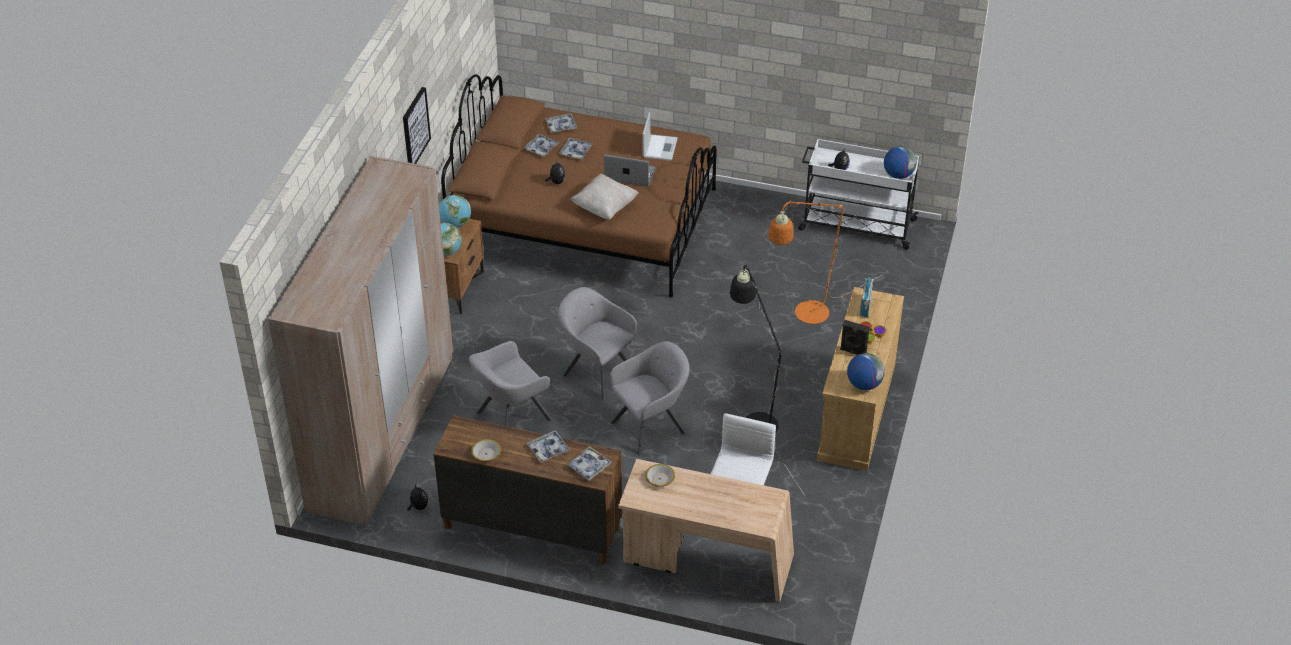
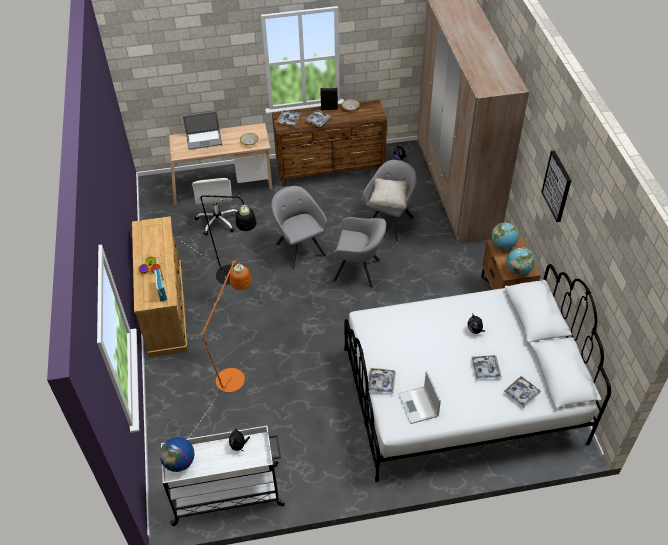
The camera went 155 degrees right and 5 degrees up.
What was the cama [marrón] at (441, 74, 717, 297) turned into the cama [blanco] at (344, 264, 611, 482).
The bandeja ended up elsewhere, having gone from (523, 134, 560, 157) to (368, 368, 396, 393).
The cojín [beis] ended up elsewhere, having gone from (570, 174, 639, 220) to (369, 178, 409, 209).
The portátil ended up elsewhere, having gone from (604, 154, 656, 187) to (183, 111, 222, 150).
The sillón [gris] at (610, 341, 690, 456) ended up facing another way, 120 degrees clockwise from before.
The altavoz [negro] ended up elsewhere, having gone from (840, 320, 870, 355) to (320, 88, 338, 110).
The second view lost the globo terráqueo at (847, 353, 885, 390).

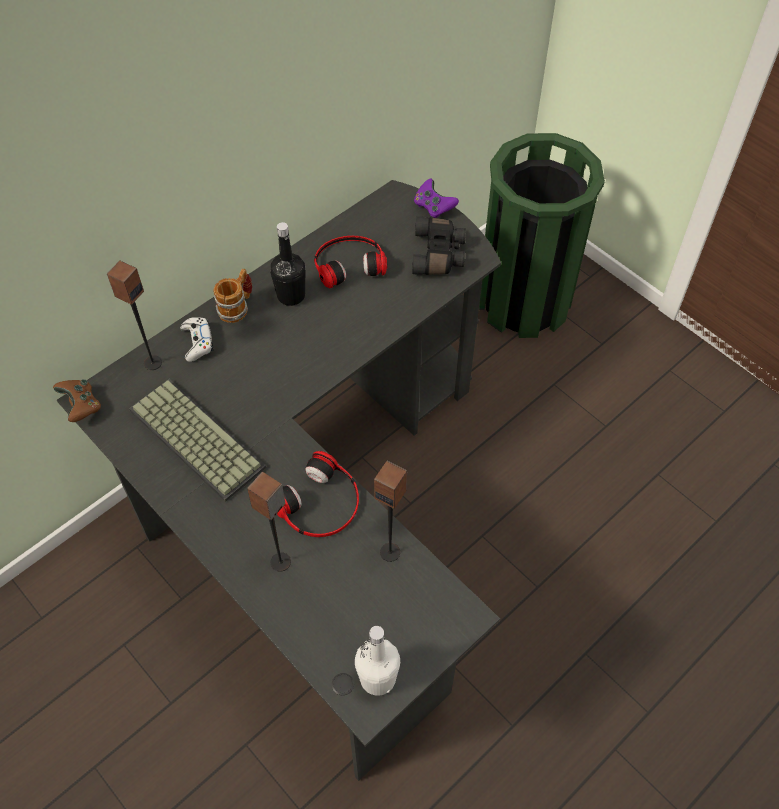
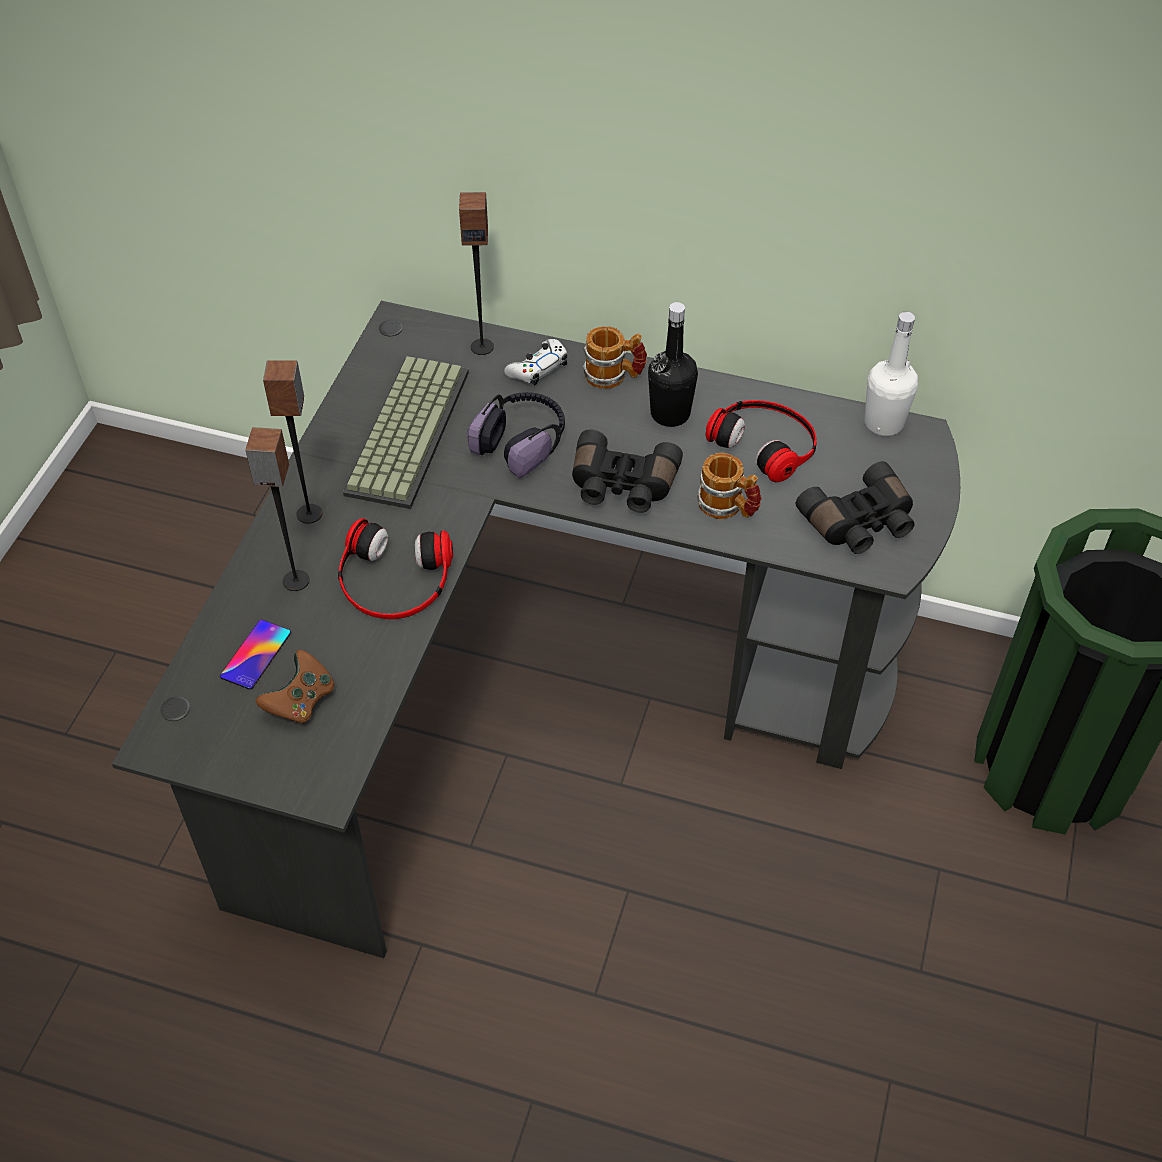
The camera went 60 degrees right and 5 degrees down.
The mando de consola [marrón] ended up elsewhere, having gone from (53, 379, 101, 422) to (256, 650, 335, 724).
The botella [blanco] ended up elsewhere, having gone from (355, 626, 400, 696) to (864, 312, 918, 436).
The altavoz ended up elsewhere, having gone from (374, 461, 407, 562) to (263, 360, 322, 524).
The second view lost the mando de consola [morado] at (414, 179, 459, 218).
The second view gained the móvil at (220, 620, 291, 689).
The second view gained the auriculares at (467, 392, 565, 478).
The second view gained the prismáticos [negro] at (572, 430, 683, 513).
The second view gained the taza grande at (698, 453, 761, 519).

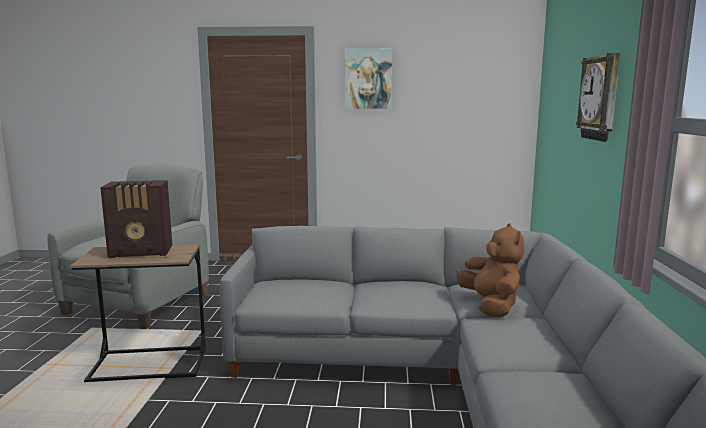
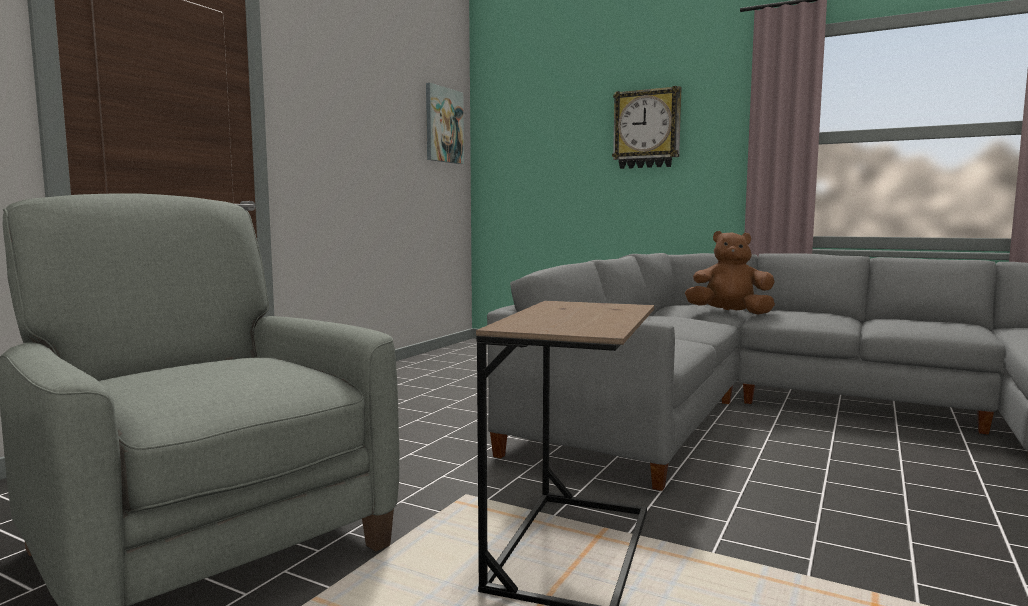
The camera went 65 degrees left and 5 degrees down.
The second view lost the radio at (100, 180, 172, 258).
The cuadro ended up elsewhere, having gone from (345, 48, 392, 109) to (426, 83, 464, 164).

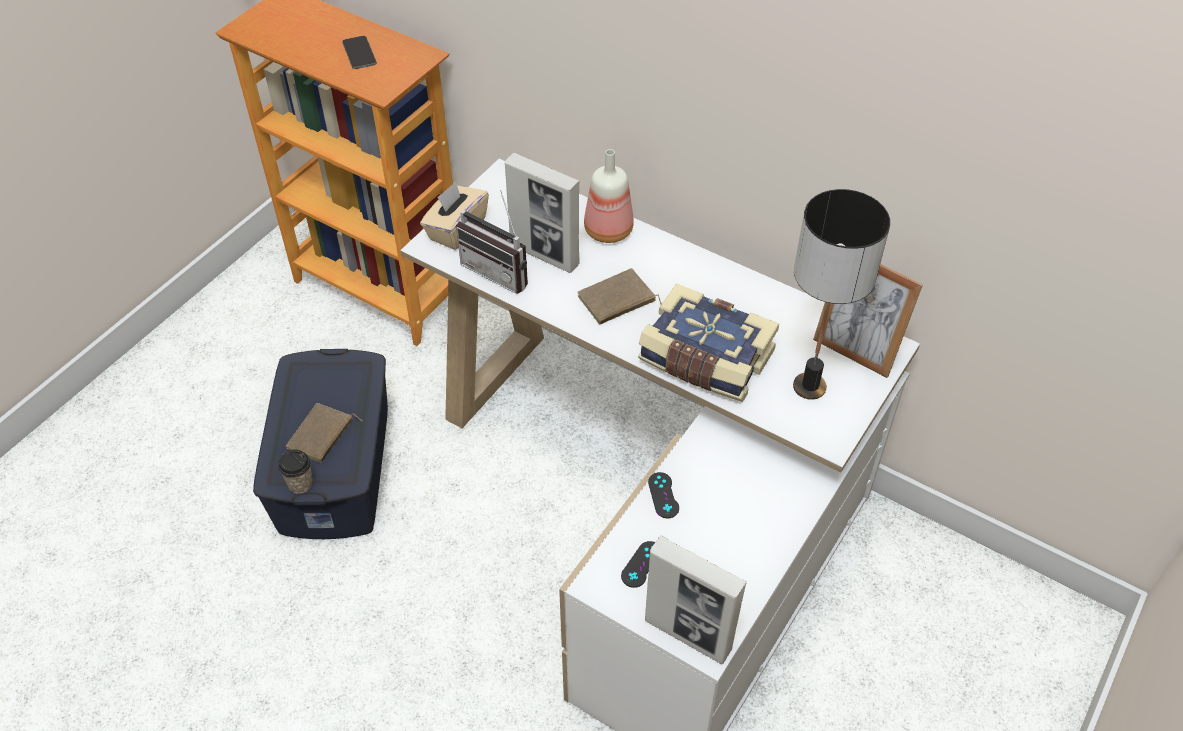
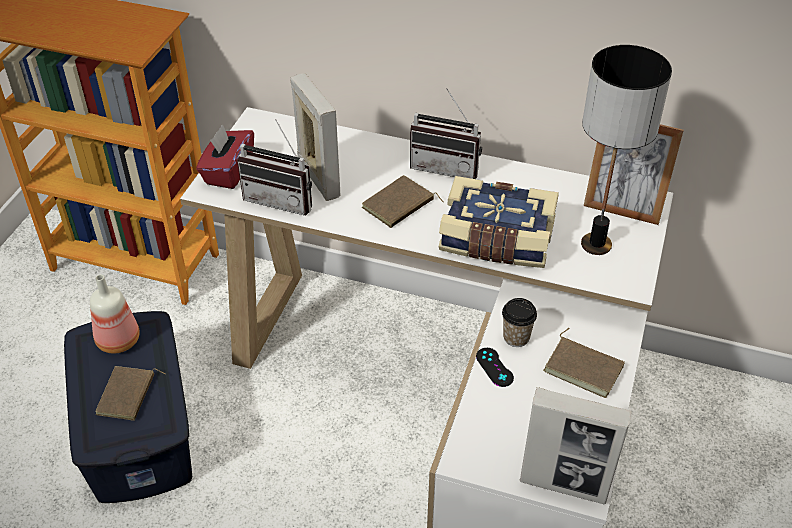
The camera went 15 degrees left and 5 degrees down.
The taza ended up elsewhere, having gone from (278, 450, 313, 494) to (502, 298, 537, 347).
The second view lost the móvil at (342, 36, 377, 69).
What was the caja de pañuelos [beis] at (420, 181, 489, 250) turned into the caja de pañuelos [rojo] at (196, 124, 254, 189).
The portarretratos at (505, 153, 580, 273) ended up facing another way, 135 degrees counterclockwise from before.
The botella ended up elsewhere, having gone from (584, 149, 634, 243) to (90, 275, 140, 354).
The second view lost the mando de consola [negro] at (621, 541, 655, 588).
The second view gained the radio at (410, 88, 482, 179).
The second view gained the libro [marrón] at (543, 328, 625, 398).

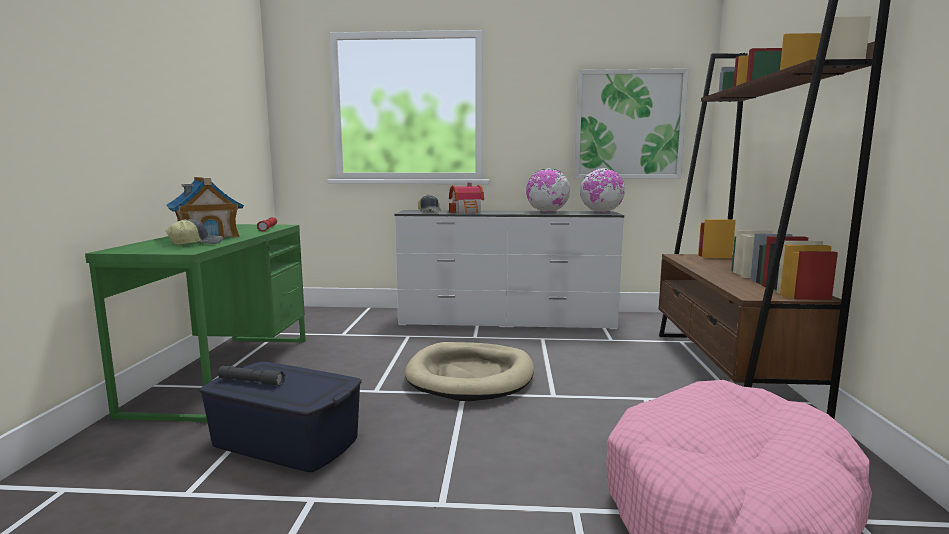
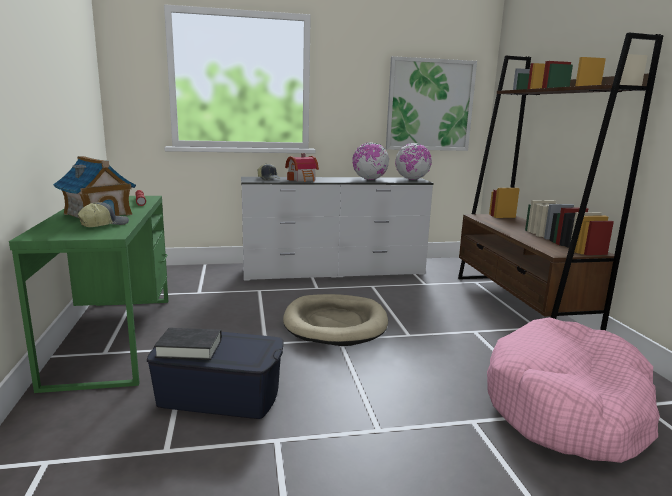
The camera went 15 degrees left and 5 degrees up.
Where the linterna [gris] stood at (218, 366, 285, 386), the libro [negro] came to stand at (154, 328, 222, 360).

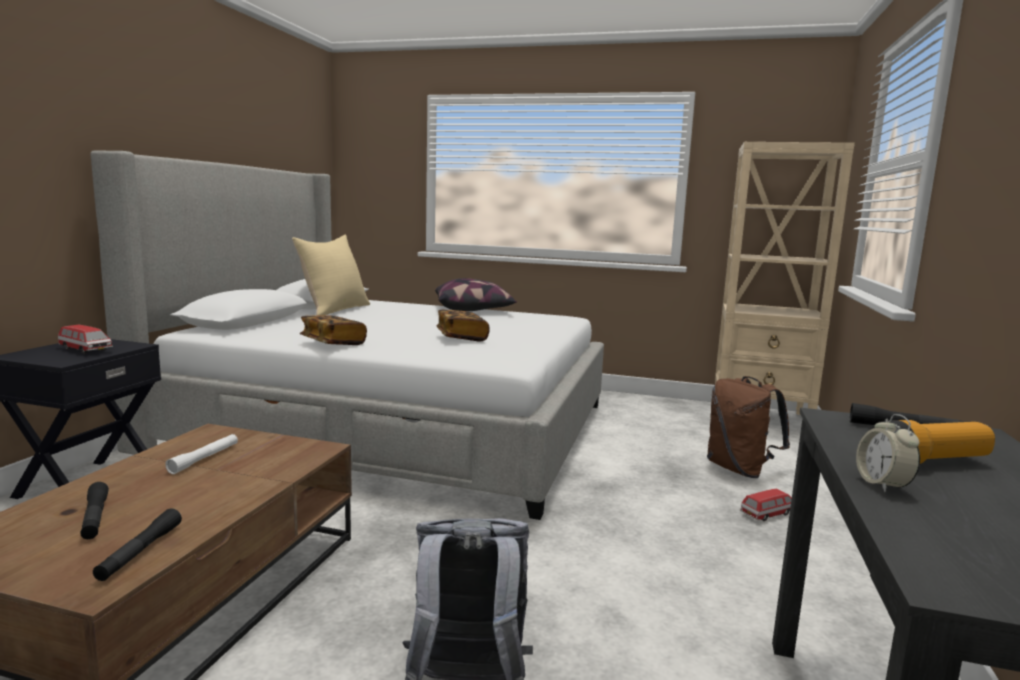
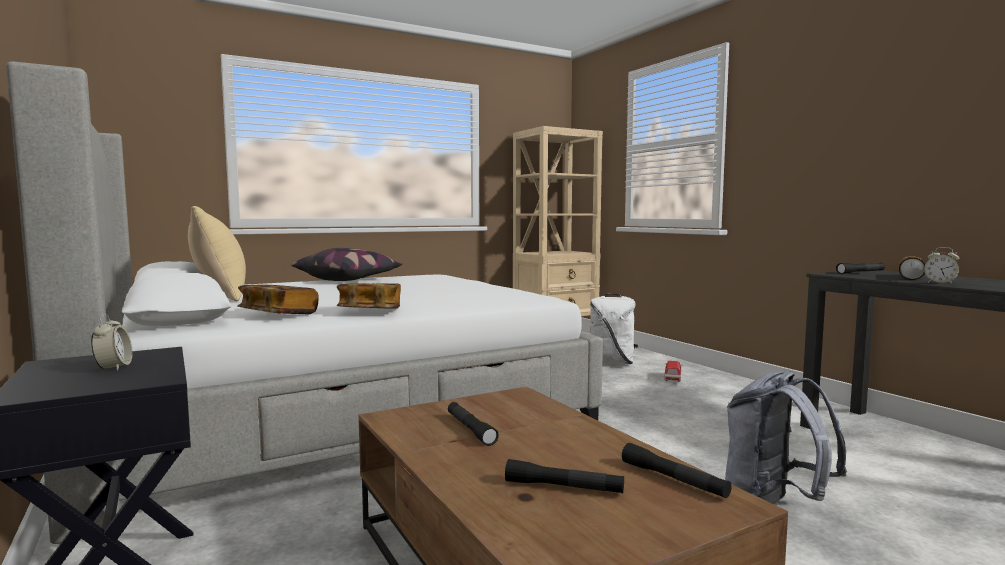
The camera went 45 degrees left and 5 degrees down.
Where the coche de juguete stood at (58, 325, 113, 354), the despertador came to stand at (91, 314, 132, 371).
What was the linterna [blanco] at (165, 434, 238, 474) turned into the linterna [negro] at (448, 402, 499, 446).
The libro ended up elsewhere, having gone from (437, 310, 490, 342) to (237, 285, 319, 314).
What was the mochila [marrón] at (707, 376, 790, 478) turned into the mochila [blanco] at (590, 293, 638, 365).

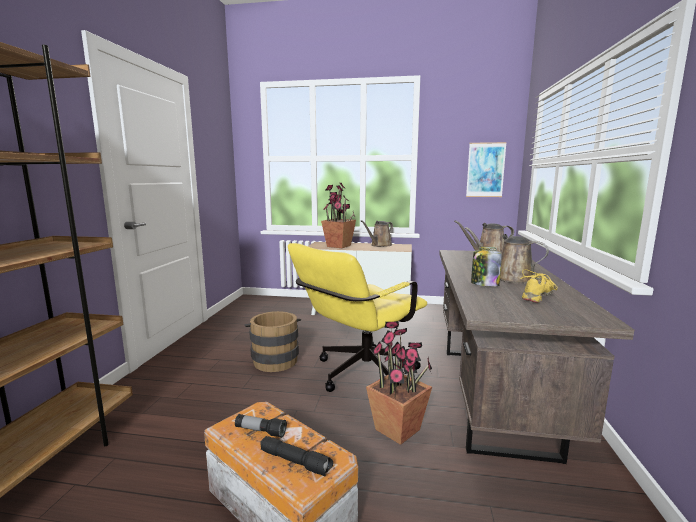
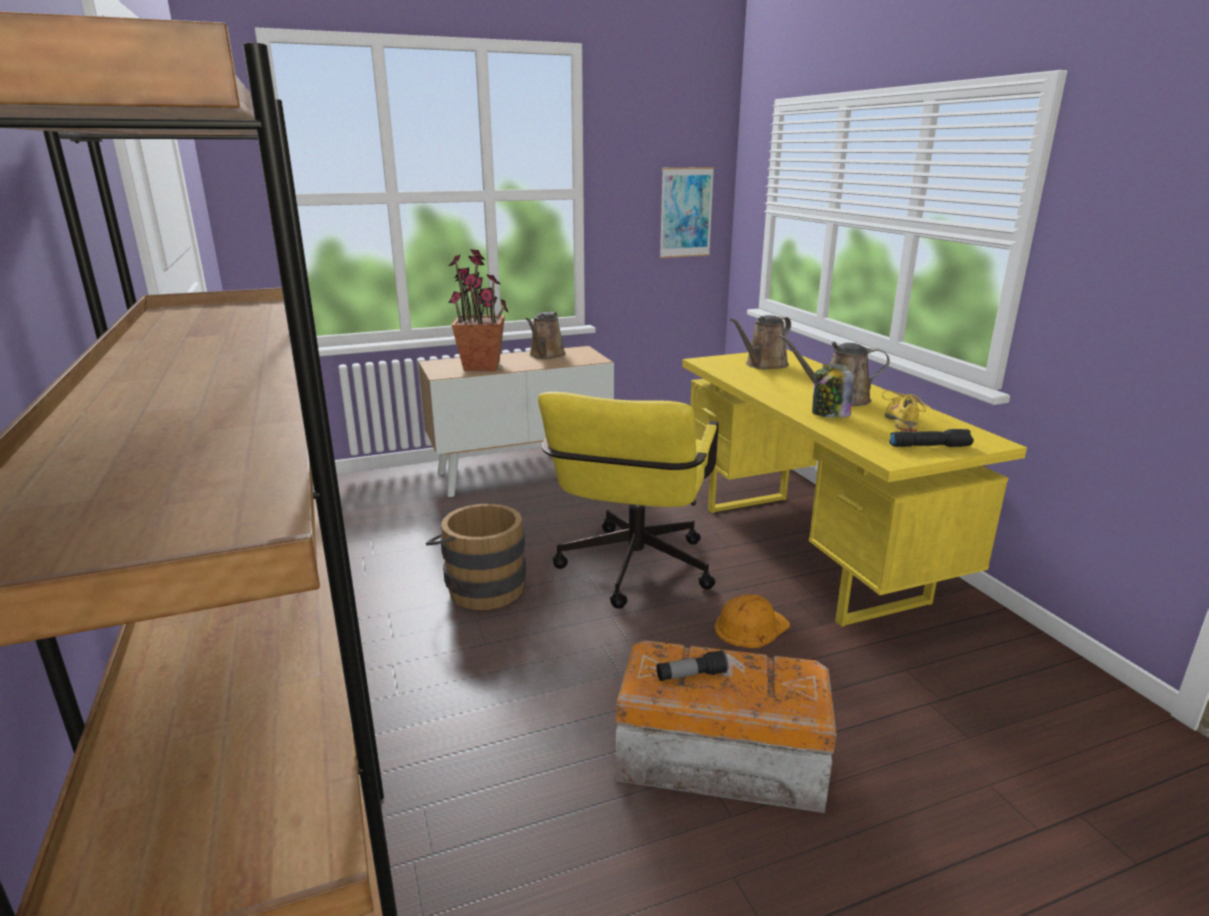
The camera went 30 degrees left and 10 degrees up.
The linterna [negro] ended up elsewhere, having gone from (260, 436, 333, 476) to (889, 429, 974, 447).
Where the planta en maceta stood at (366, 321, 432, 445), the casco [naranja] came to stand at (715, 595, 790, 648).
What was the escritorio [marrón] at (439, 250, 634, 464) turned into the escritorio [amarillo] at (682, 349, 1027, 627).

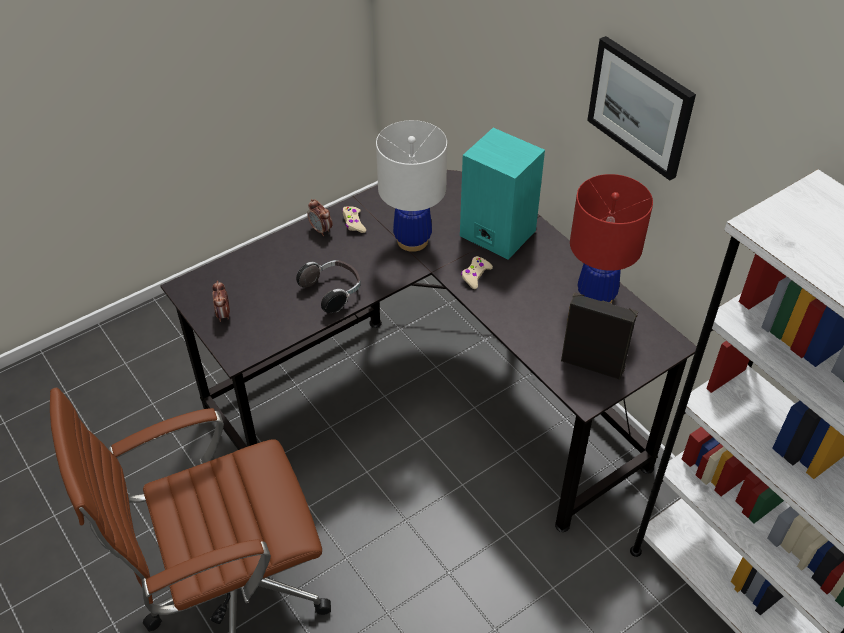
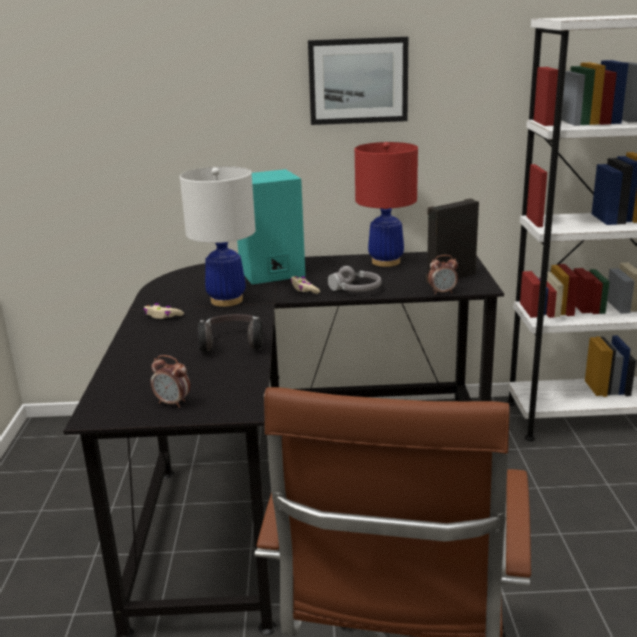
The camera went 55 degrees left and 25 degrees down.
The despertador ended up elsewhere, having gone from (307, 199, 332, 236) to (428, 255, 458, 294).
The second view gained the auriculares [gris] at (328, 266, 382, 292).

